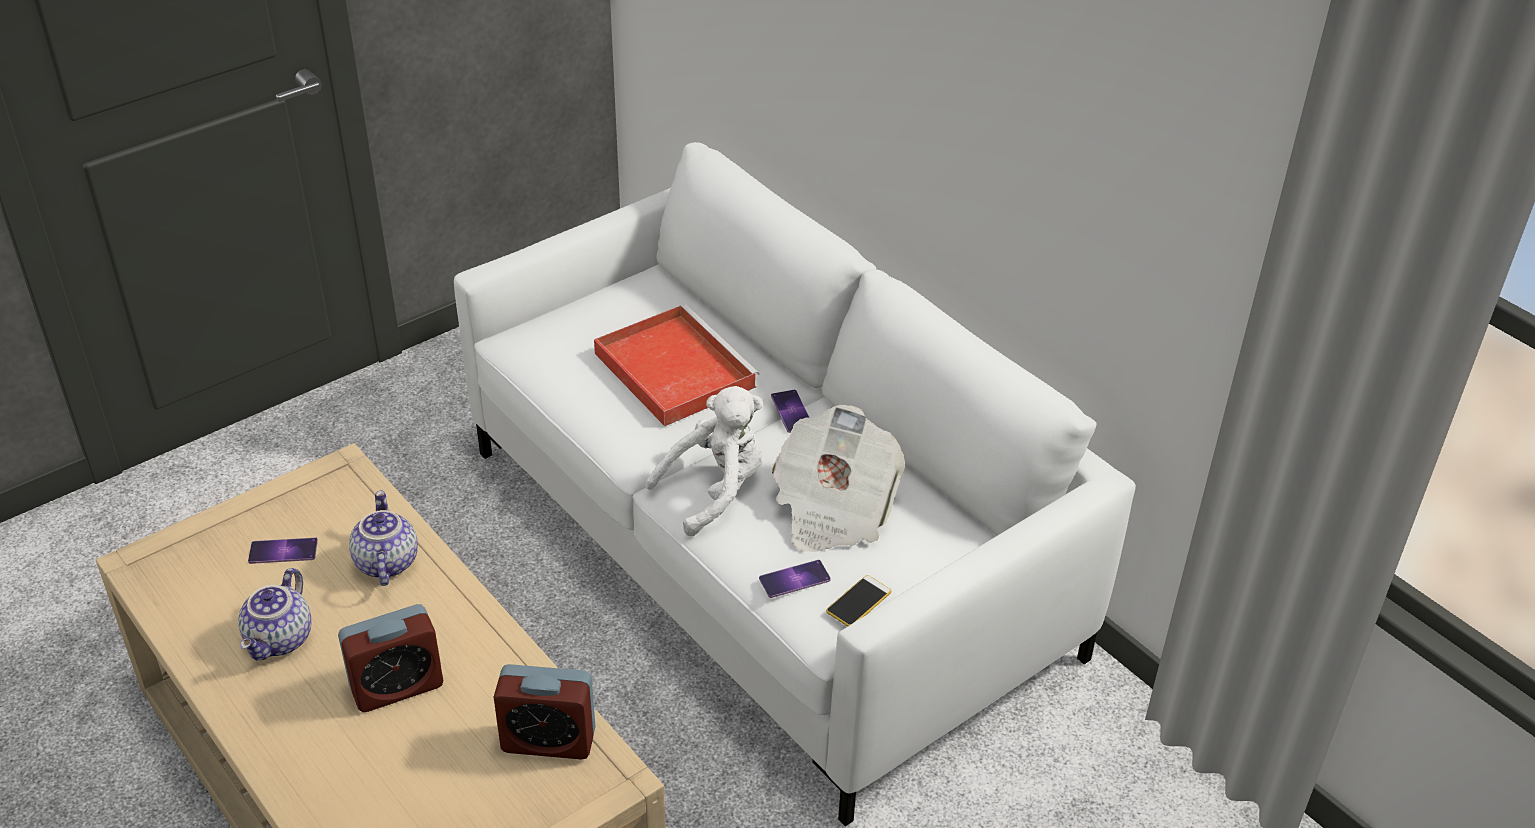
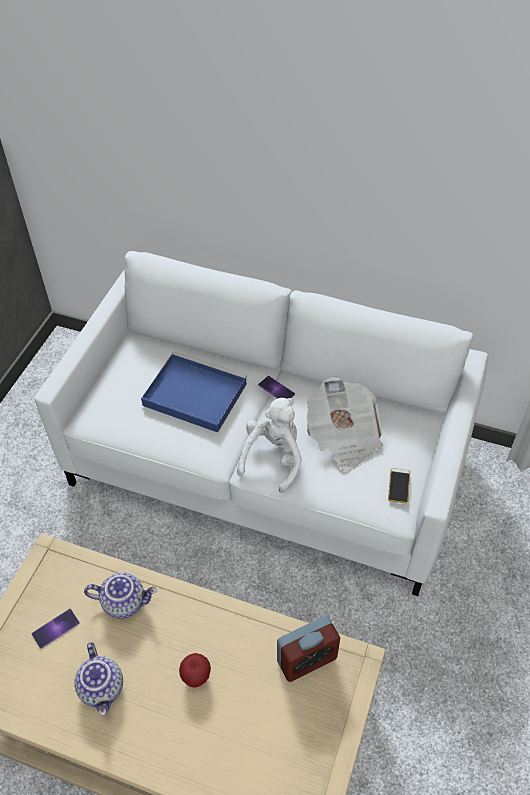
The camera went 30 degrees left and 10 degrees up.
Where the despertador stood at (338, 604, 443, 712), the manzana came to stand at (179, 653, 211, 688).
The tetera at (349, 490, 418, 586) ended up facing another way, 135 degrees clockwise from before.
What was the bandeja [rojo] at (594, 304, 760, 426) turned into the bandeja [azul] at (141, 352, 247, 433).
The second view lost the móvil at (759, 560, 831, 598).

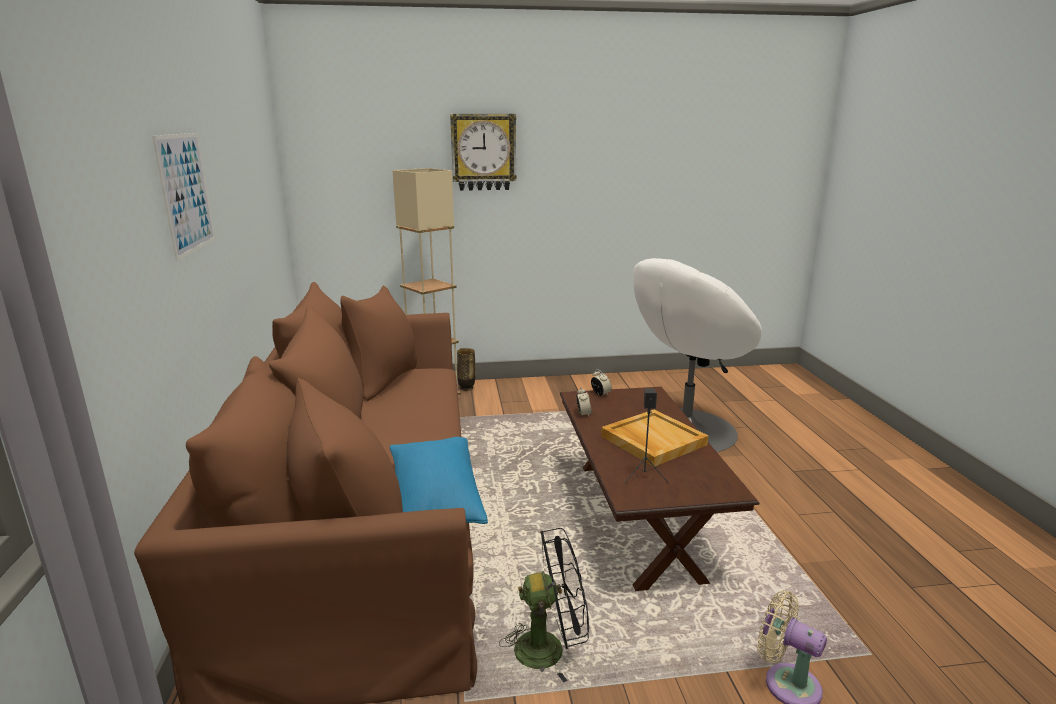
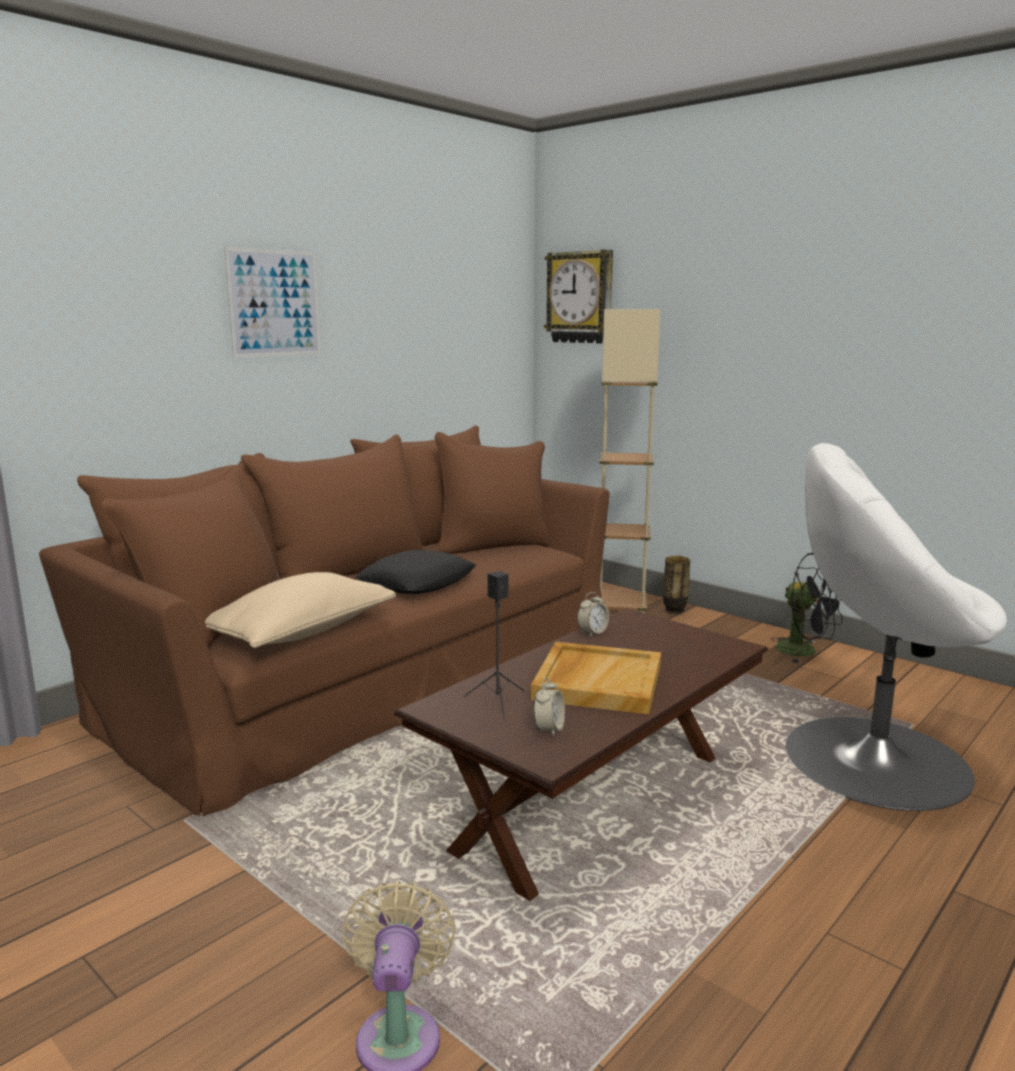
The camera went 50 degrees right and 5 degrees down.
What was the cojín [azul] at (390, 437, 488, 524) turned into the cojín [beis] at (205, 572, 396, 648).
The reloj de pared ended up elsewhere, having gone from (450, 114, 517, 191) to (544, 250, 613, 344).
The ventilador [negro] ended up elsewhere, having gone from (499, 528, 589, 682) to (771, 553, 842, 663).
The despertador ended up elsewhere, having gone from (591, 369, 612, 396) to (534, 677, 565, 737).
The second view gained the cojín [negro] at (355, 550, 476, 594).

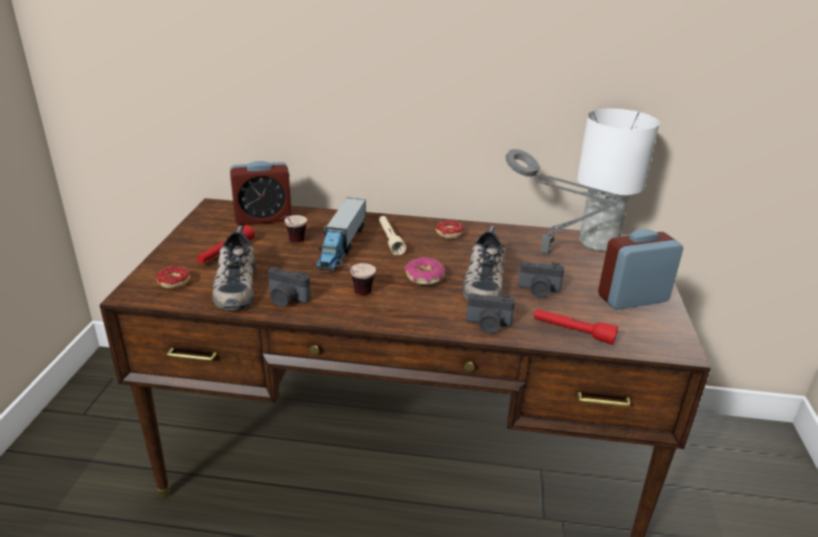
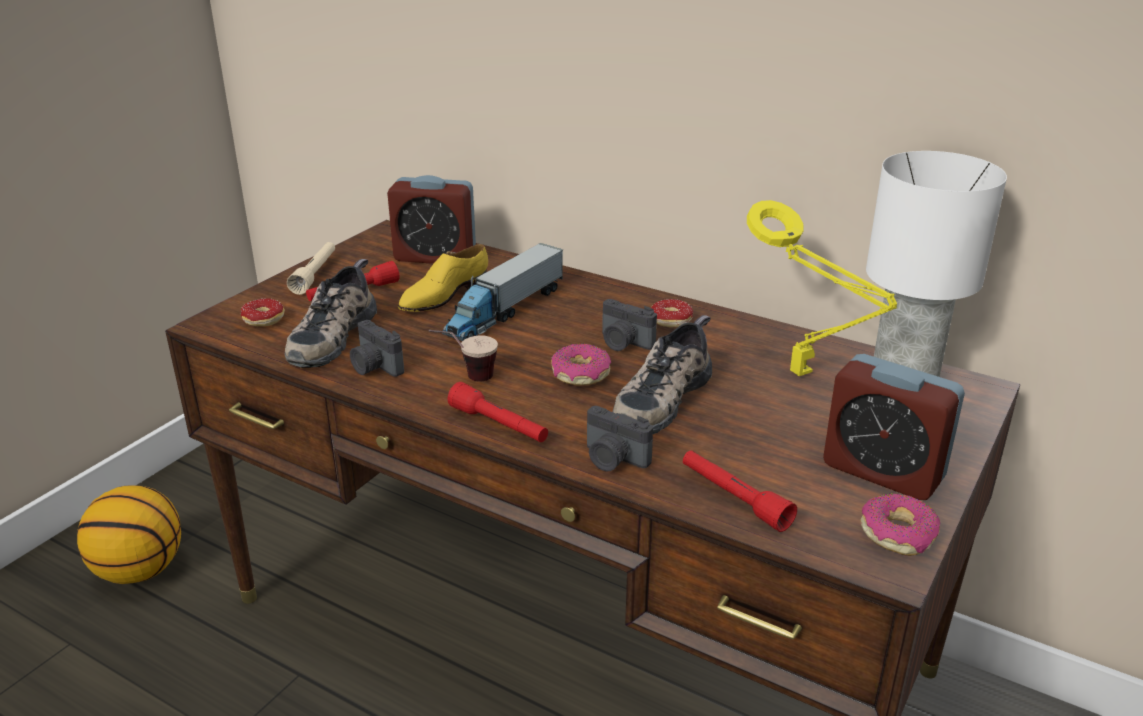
The camera went 25 degrees right and 0 degrees up.
Where the taza stood at (280, 215, 307, 243), the zapato [amarillo] came to stand at (398, 244, 488, 312).
The linterna [beis] ended up elsewhere, having gone from (379, 216, 406, 256) to (287, 242, 335, 295).
What was the lámpara de mesa [gris] at (506, 149, 622, 254) turned into the lámpara de mesa [amarillo] at (747, 200, 897, 376).
The cámara ended up elsewhere, having gone from (518, 261, 564, 298) to (602, 299, 657, 351).
The despertador at (598, 229, 683, 310) ended up facing another way, 150 degrees counterclockwise from before.
The second view gained the balón de baloncesto at (77, 485, 181, 584).
The second view gained the linterna [rojo] at (448, 382, 548, 442).
The second view gained the rosquilla at (861, 493, 940, 556).

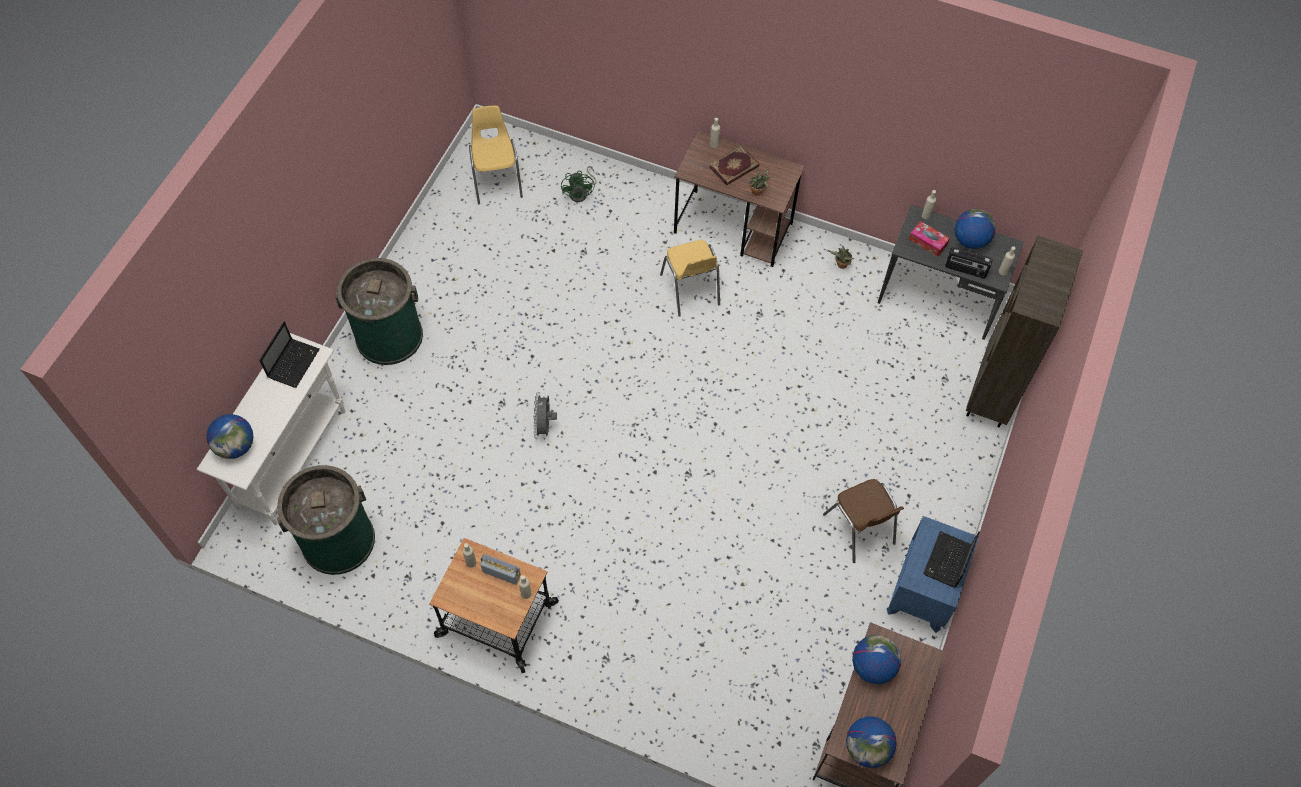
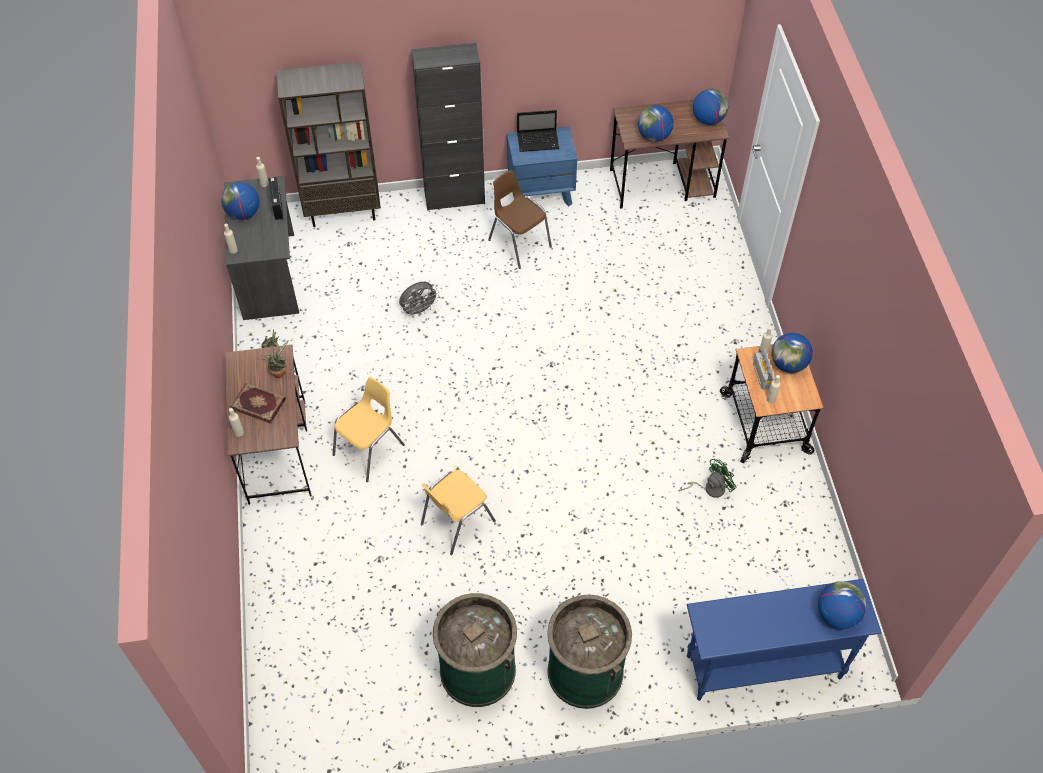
The camera went 120 degrees left and 5 degrees down.
What was the mesa consola [blanco] at (197, 333, 345, 525) turned into the mesa consola [azul] at (687, 579, 882, 701).
The second view lost the portátil at (259, 322, 320, 388).
The papelera [verde] ended up elsewhere, having gone from (277, 465, 375, 575) to (433, 593, 517, 707).
The silla [amarillo] ended up elsewhere, having gone from (469, 106, 523, 205) to (421, 470, 496, 555).
The ventilador [gris] ended up elsewhere, having gone from (533, 392, 557, 439) to (399, 282, 439, 317).
The ventilador [verde] ended up elsewhere, having gone from (561, 166, 597, 202) to (679, 459, 737, 498).
The silla [marrón] at (823, 479, 904, 563) ended up facing another way, 75 degrees counterclockwise from before.
The second view lost the caja de pañuelos at (909, 221, 950, 257).
The second view gained the armario [negro] at (411, 43, 485, 211).
The second view gained the globo terráqueo at (772, 333, 813, 373).

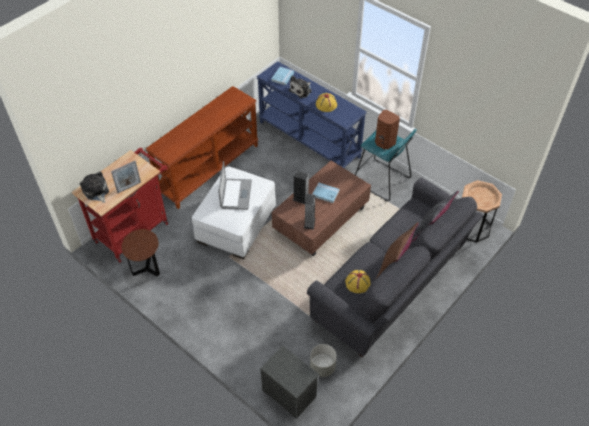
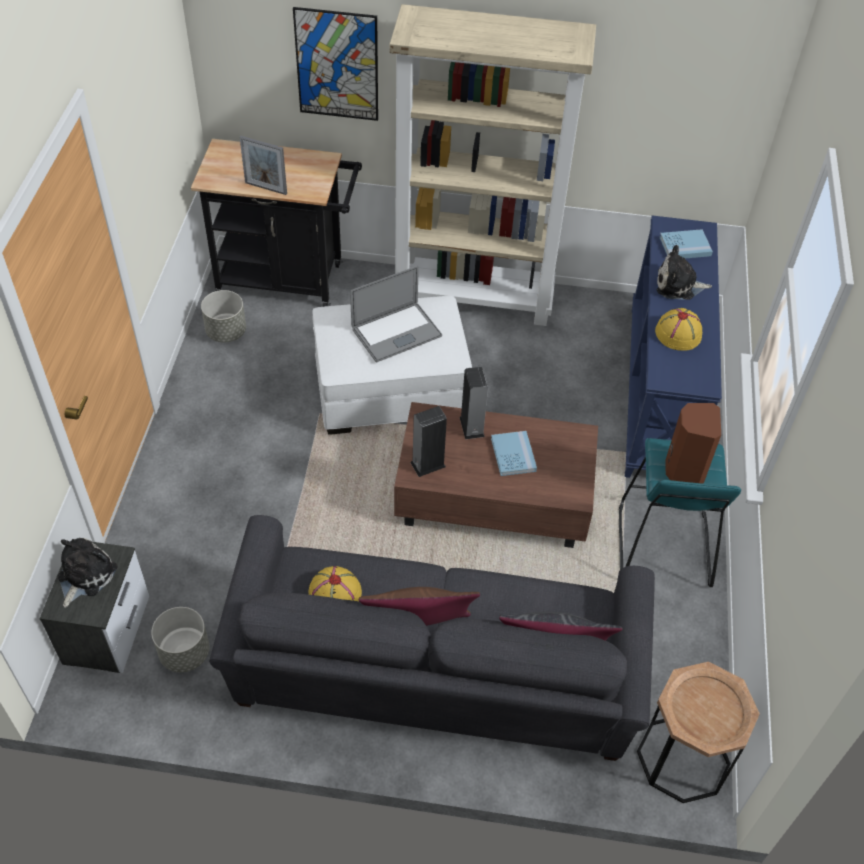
The camera went 55 degrees right and 0 degrees up.
What was the carrito [rojo] at (72, 148, 169, 263) turned into the carrito [negro] at (191, 139, 362, 307).
The peluche ended up elsewhere, having gone from (80, 172, 109, 203) to (58, 538, 117, 608).
Where the mesa auxiliar [marrón] stood at (121, 229, 160, 277), the maceta [gris] came to stand at (201, 290, 246, 343).
Where the mesa consola [marrón] stood at (146, 86, 258, 209), the estantería [beis] came to stand at (390, 4, 596, 326).
The second view gained the cuadro at (293, 7, 378, 121).

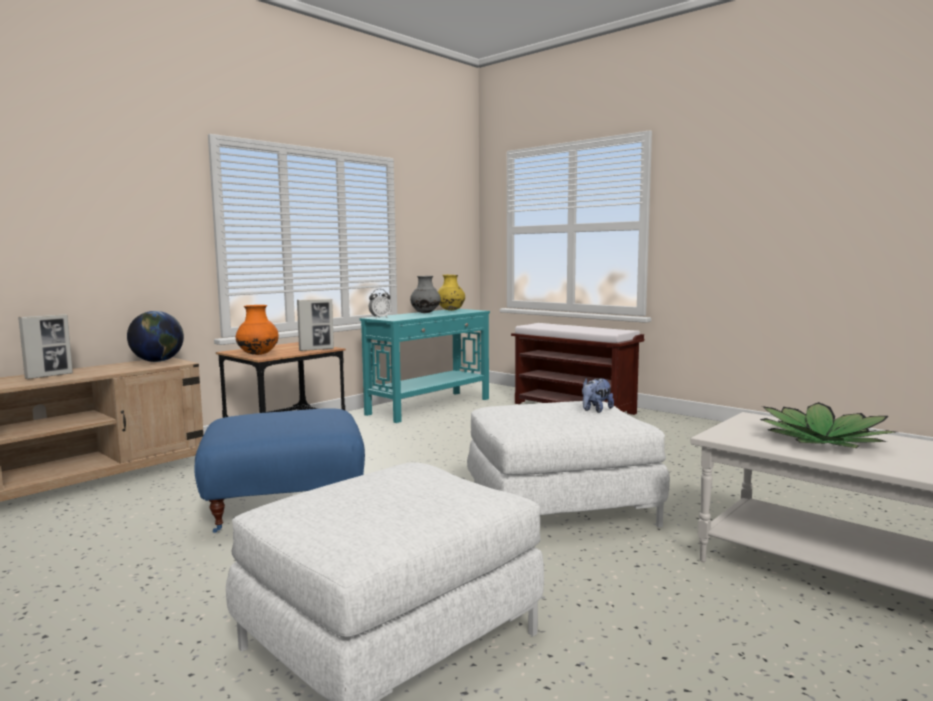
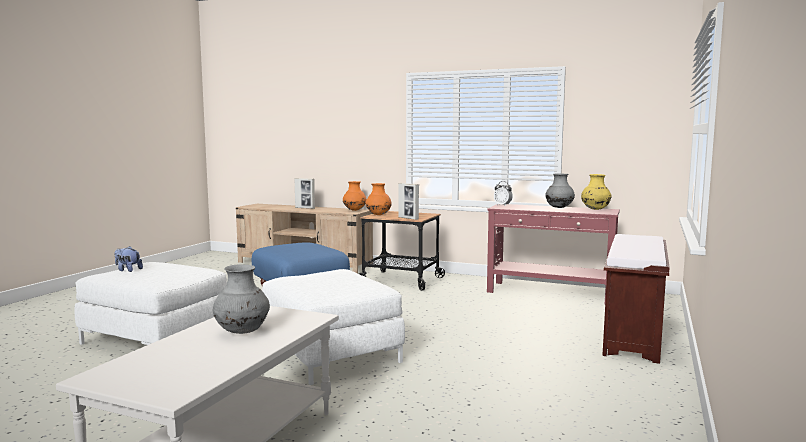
The camera went 70 degrees right and 0 degrees up.
Where the globo terráqueo stood at (127, 311, 184, 362), the florero [naranja] came to stand at (343, 181, 367, 211).
What was the mesa consola [turquesa] at (360, 309, 490, 423) turned into the mesa consola [rojo] at (487, 204, 620, 301).
The peluche ended up elsewhere, having gone from (582, 378, 614, 413) to (114, 246, 143, 272).
Where the planta en maceta stood at (759, 402, 896, 448), the florero [gris] came to stand at (213, 265, 270, 334).

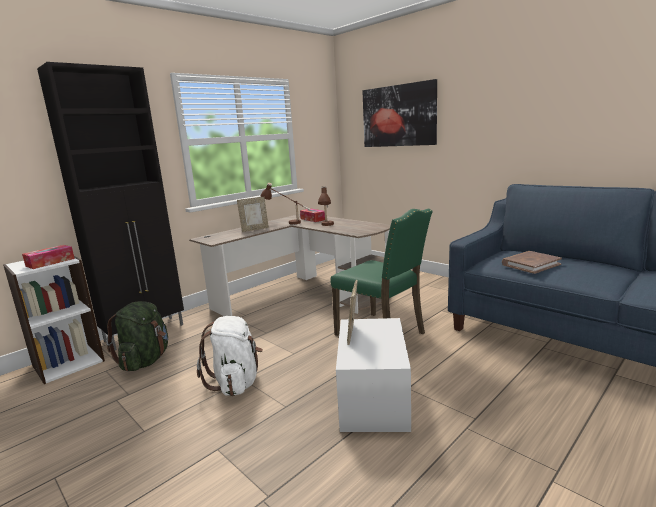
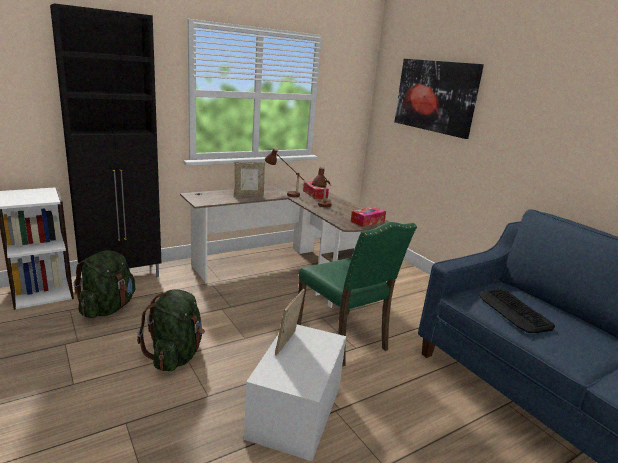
The camera went 10 degrees right and 5 degrees up.
The caja de pañuelos ended up elsewhere, having gone from (22, 245, 75, 269) to (351, 207, 386, 227).
What was the mochila [blanco] at (197, 316, 263, 396) turned into the mochila [verde] at (137, 289, 205, 371).
Where the libro [marrón] stood at (502, 251, 562, 274), the teclado came to stand at (479, 289, 555, 333).

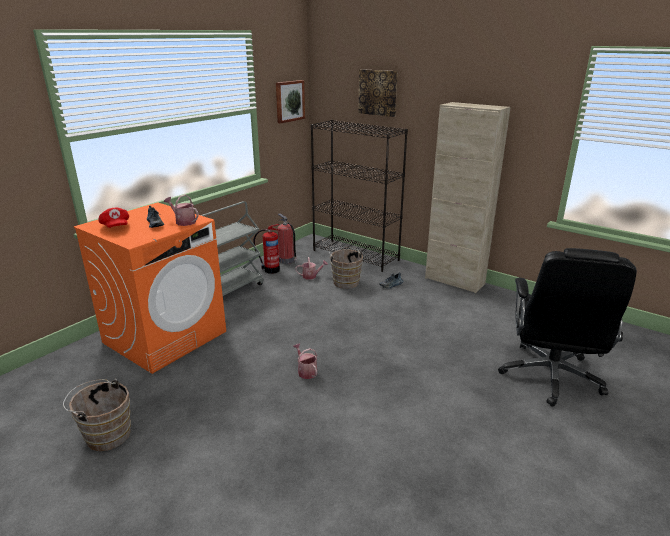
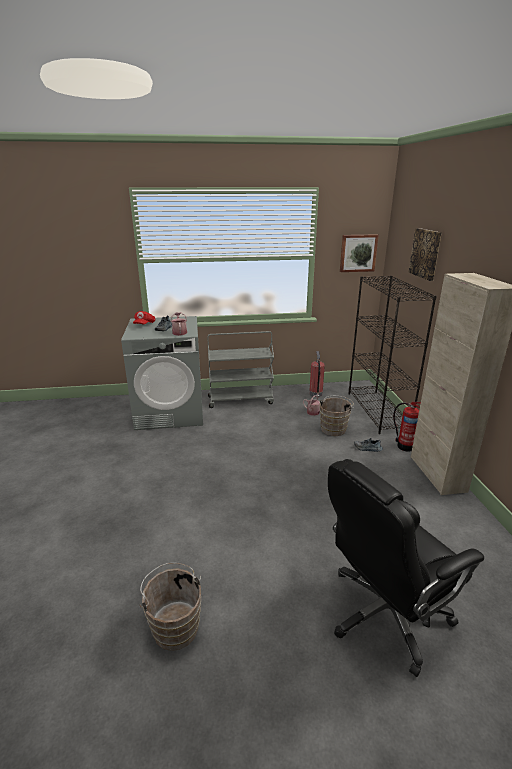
The camera went 45 degrees right and 0 degrees up.
The cubo [marrón] ended up elsewhere, having gone from (63, 379, 131, 451) to (139, 563, 201, 651).
What was the lavadora [naranja] at (74, 202, 226, 374) turned into the lavadora [gris] at (121, 316, 203, 430).
The extintor ended up elsewhere, having gone from (253, 224, 280, 274) to (393, 402, 421, 452).
The second view lost the regadera at (293, 343, 317, 379).

